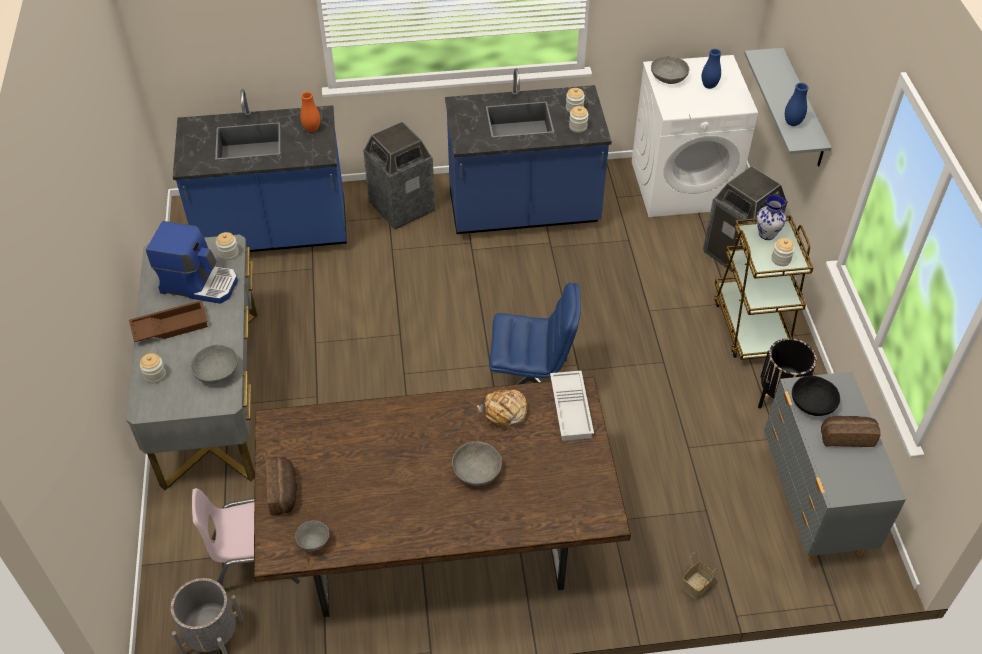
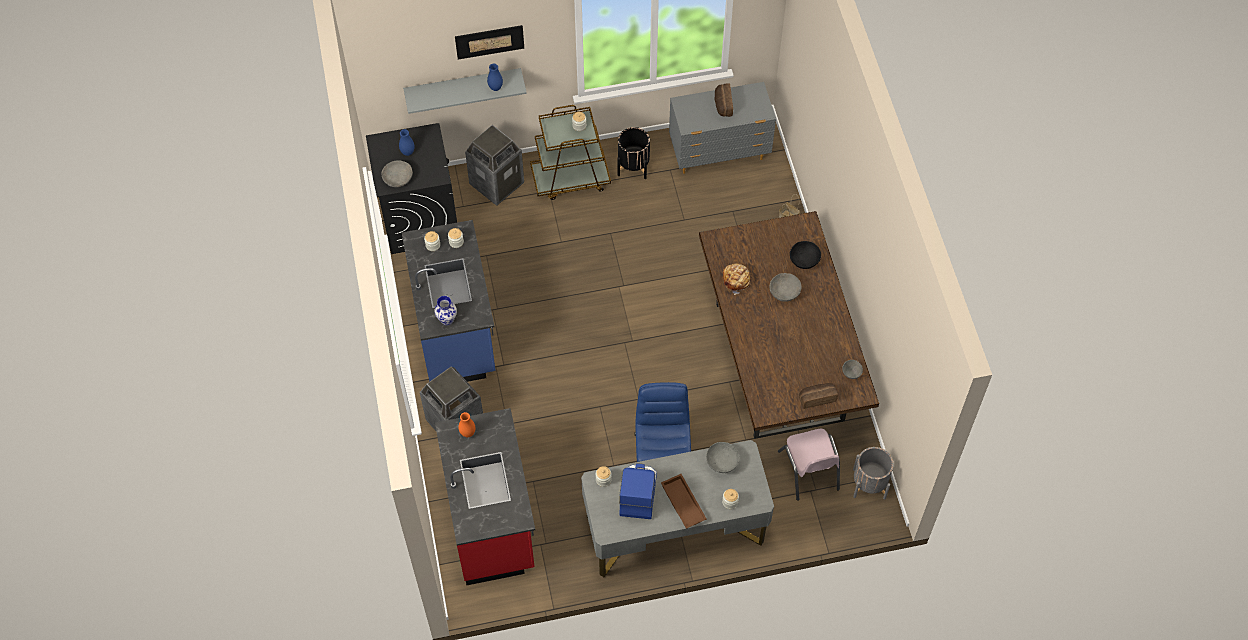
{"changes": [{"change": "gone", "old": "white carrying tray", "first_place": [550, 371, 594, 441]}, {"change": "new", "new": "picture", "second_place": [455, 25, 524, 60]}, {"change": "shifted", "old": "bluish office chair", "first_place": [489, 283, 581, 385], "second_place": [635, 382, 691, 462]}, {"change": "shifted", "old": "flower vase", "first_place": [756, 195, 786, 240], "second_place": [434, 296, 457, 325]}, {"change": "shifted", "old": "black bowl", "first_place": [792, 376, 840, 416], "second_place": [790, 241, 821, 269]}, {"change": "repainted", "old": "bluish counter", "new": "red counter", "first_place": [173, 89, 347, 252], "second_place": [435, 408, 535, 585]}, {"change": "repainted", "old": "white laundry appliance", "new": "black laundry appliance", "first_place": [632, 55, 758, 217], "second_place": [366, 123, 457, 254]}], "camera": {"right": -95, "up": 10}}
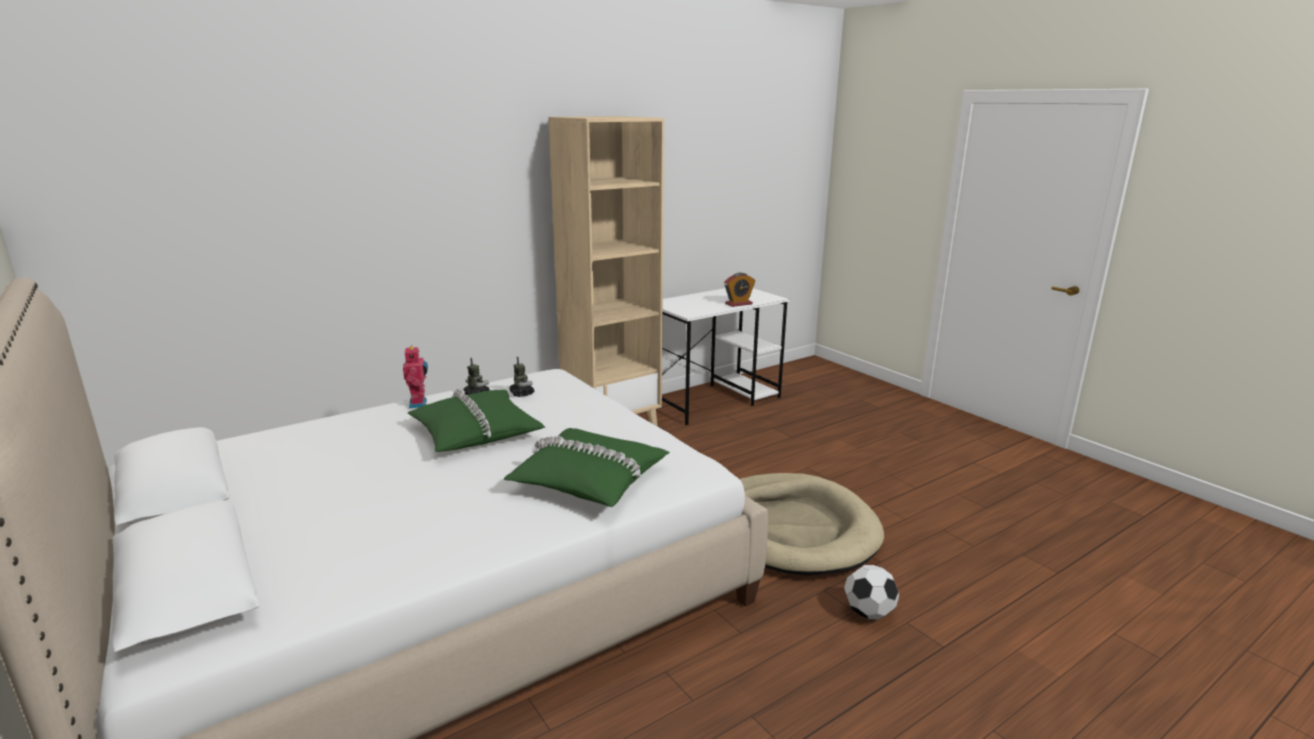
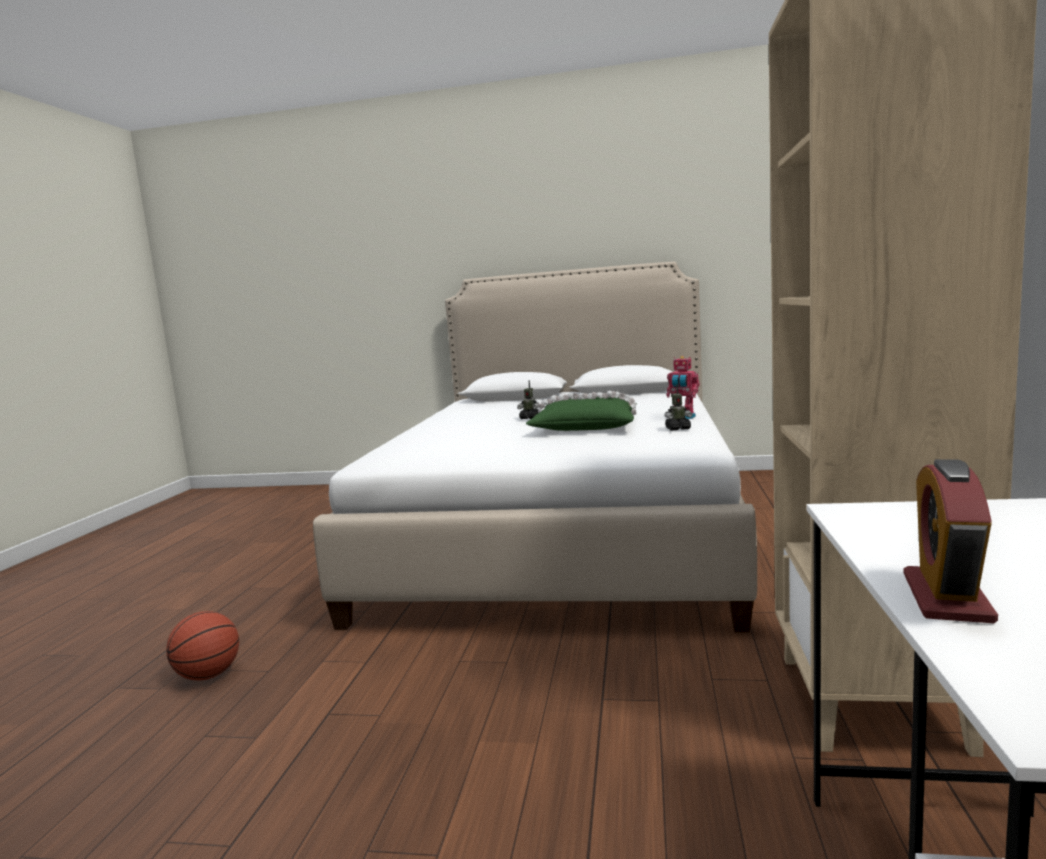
{"changes": [{"change": "gone", "old": "greenish throw pillow", "first_place": [504, 428, 670, 507]}, {"change": "gone", "old": "beige dog bed", "first_place": [740, 473, 884, 576]}, {"change": "shifted", "old": "toy robot", "first_place": [509, 357, 534, 397], "second_place": [517, 380, 540, 419]}, {"change": "swapped", "old": "football ball", "new": "ball for basketball", "first_place": [844, 565, 899, 619], "second_place": [166, 611, 239, 681]}], "camera": {"right": 135, "up": -10}}
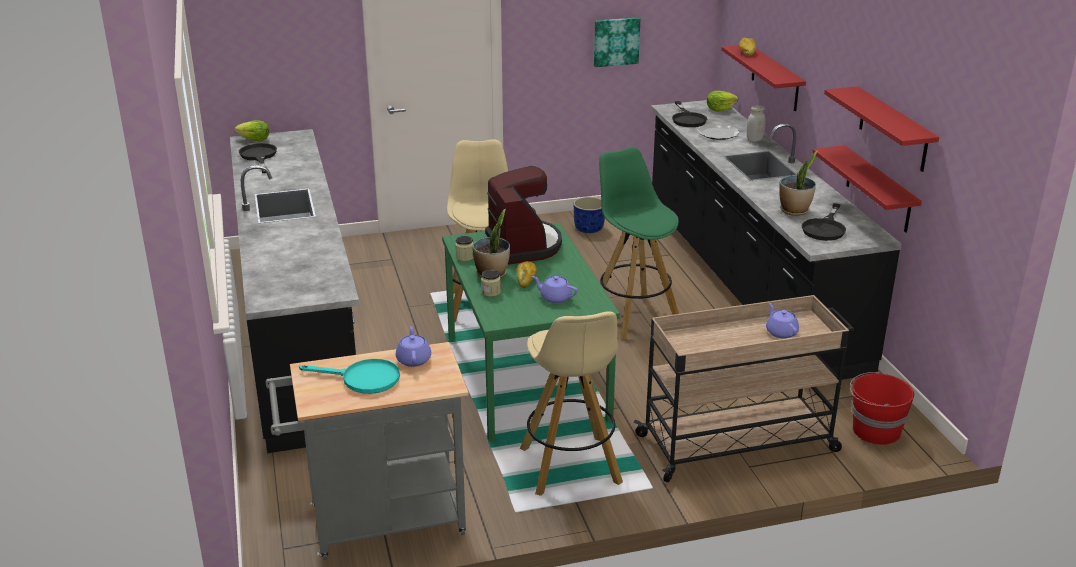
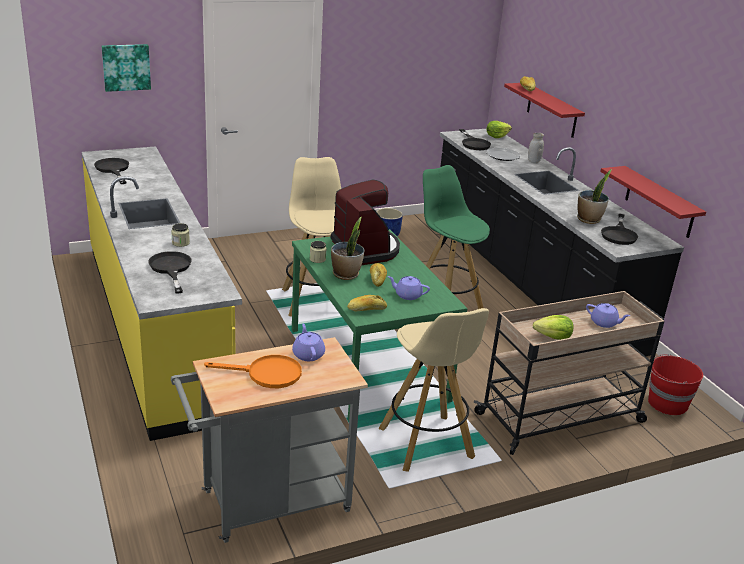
{"changes": [{"change": "gone", "old": "red shelf", "first_place": [824, 86, 939, 172]}, {"change": "new", "new": "black skillet", "second_place": [148, 251, 191, 293]}, {"change": "new", "new": "bakery bread", "second_place": [347, 295, 387, 311]}, {"change": "shifted", "old": "lettuce", "first_place": [234, 121, 269, 142], "second_place": [533, 315, 574, 340]}, {"change": "shifted", "old": "storage jar", "first_place": [481, 270, 501, 297], "second_place": [171, 223, 190, 247]}, {"change": "shifted", "old": "picture", "first_place": [594, 17, 640, 67], "second_place": [101, 44, 151, 92]}, {"change": "repainted", "old": "black counter", "new": "yellowish counter", "first_place": [230, 129, 359, 453], "second_place": [82, 146, 242, 441]}, {"change": "repainted", "old": "turquoise skillet", "new": "orange-coloured skillet", "first_place": [299, 359, 400, 394], "second_place": [204, 355, 302, 388]}, {"change": "rotated", "old": "purplish tea pot", "first_place": [766, 303, 799, 339], "second_place": [586, 303, 630, 328], "degrees": 150}], "camera": {"right": -10, "up": 0}}
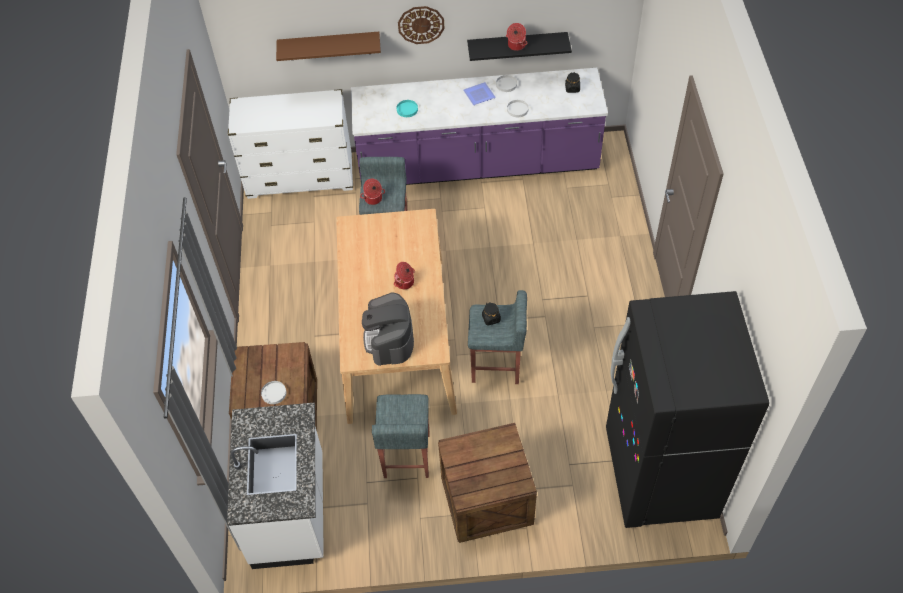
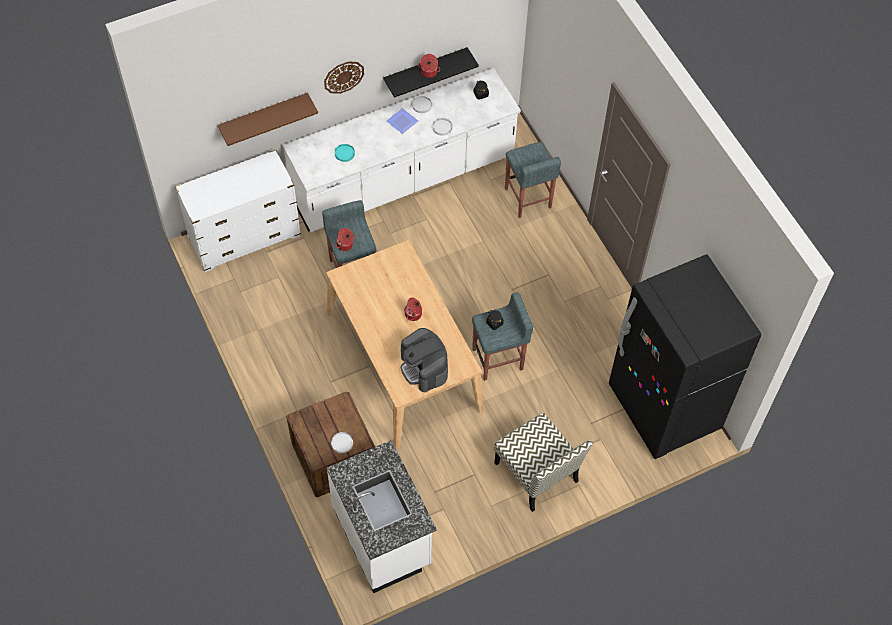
{"changes": [{"change": "shifted", "old": "greyish sitting stool", "first_place": [372, 394, 430, 478], "second_place": [505, 142, 561, 218]}, {"change": "swapped", "old": "shipping crate", "new": "upright chair", "first_place": [438, 423, 537, 543], "second_place": [494, 413, 593, 512]}, {"change": "repainted", "old": "purplish counter", "new": "white counter", "first_place": [351, 68, 608, 185], "second_place": [282, 68, 521, 232]}], "camera": {"right": -25, "up": 5}}
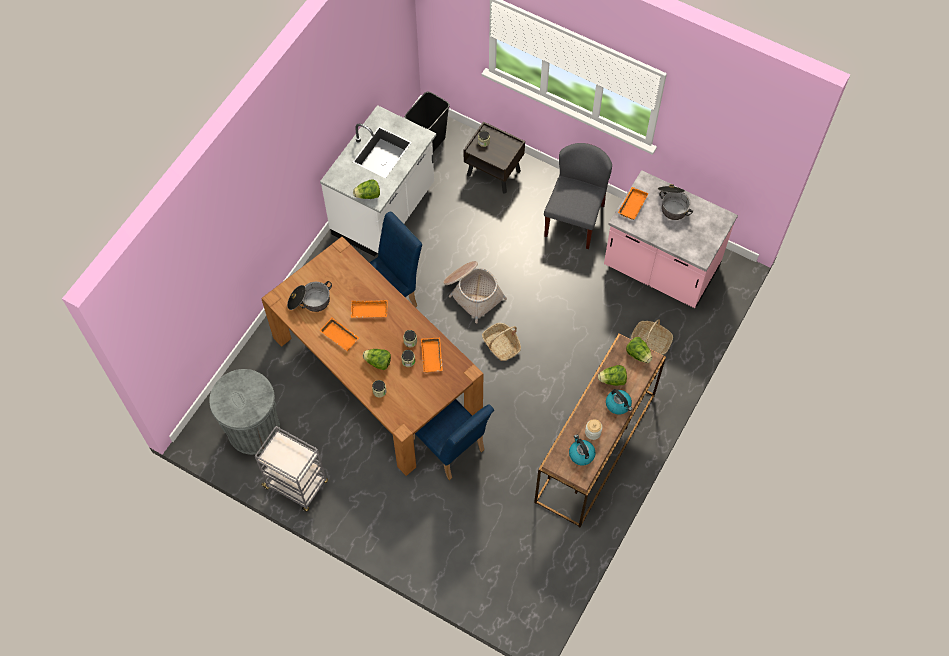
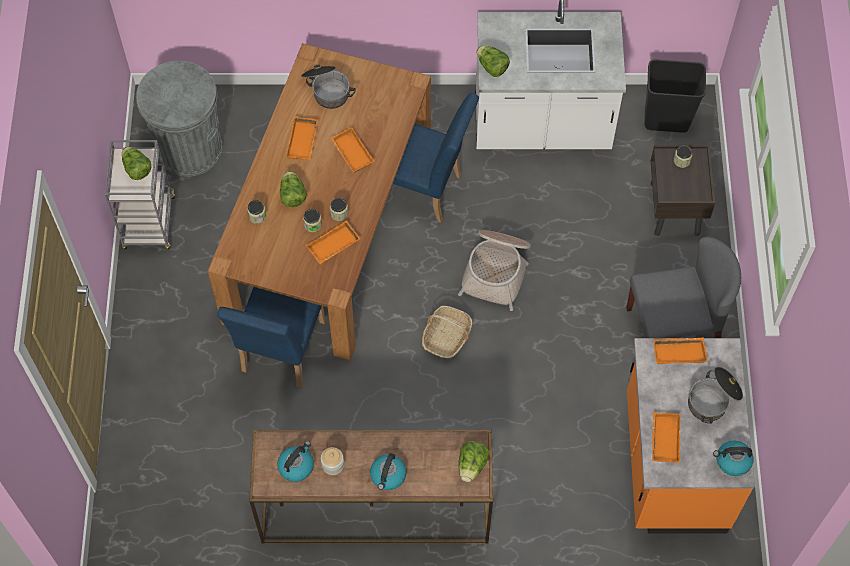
{"changes": [{"change": "gone", "old": "storage basket", "first_place": [631, 319, 673, 355]}, {"change": "new", "new": "orange-coloured carrying tray", "second_place": [652, 412, 681, 463]}, {"change": "new", "new": "water kettle", "second_place": [713, 441, 754, 476]}, {"change": "shifted", "old": "lettuce", "first_place": [598, 365, 627, 386], "second_place": [122, 147, 151, 180]}, {"change": "repainted", "old": "pink-coloured counter", "new": "orange-coloured counter", "first_place": [604, 170, 738, 308], "second_place": [627, 338, 755, 534]}], "camera": {"right": 60, "up": 0}}
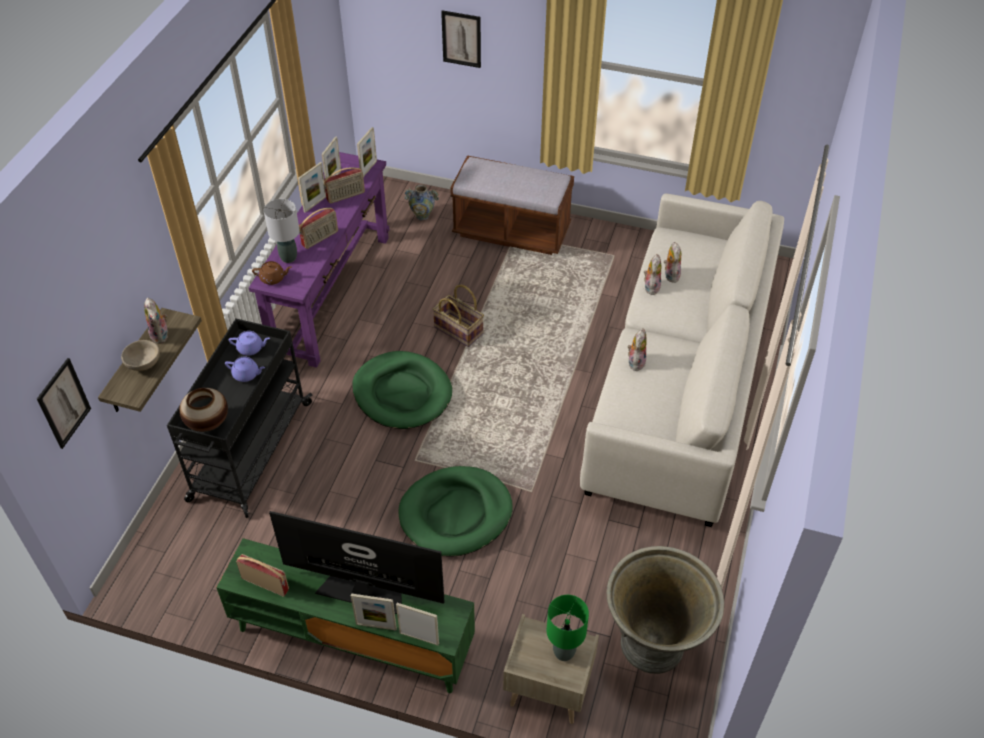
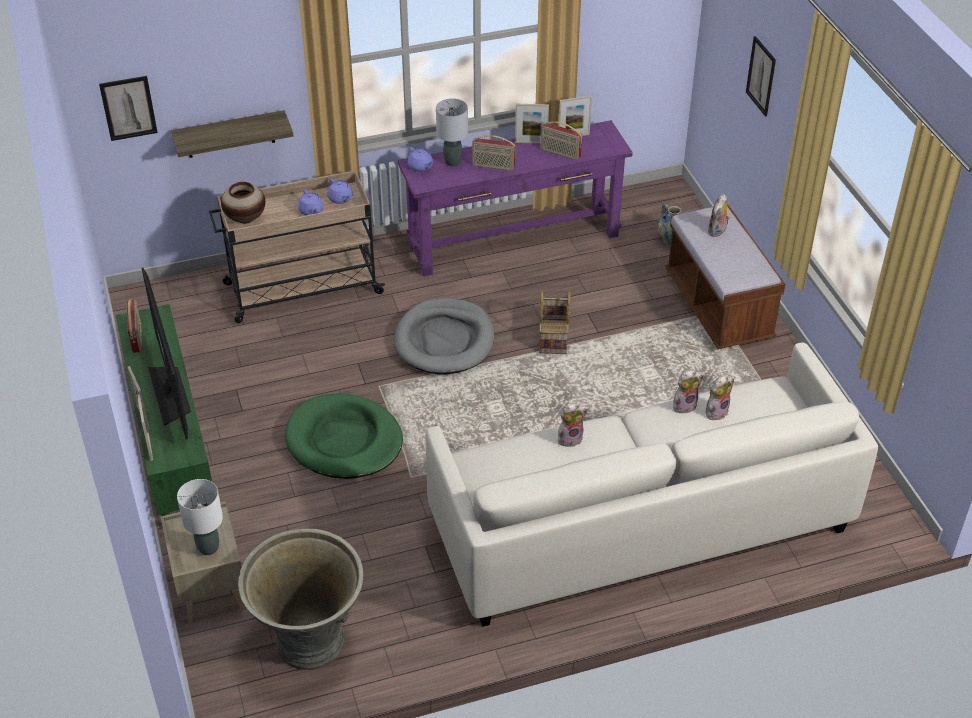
{"changes": [{"change": "gone", "old": "beige bowl", "first_place": [121, 340, 160, 371]}, {"change": "gone", "old": "photo frame", "first_place": [357, 127, 377, 177]}, {"change": "shifted", "old": "soft toy", "first_place": [144, 298, 168, 344], "second_place": [708, 194, 730, 237]}, {"change": "repainted", "old": "black cart", "new": "beige cart", "first_place": [167, 319, 313, 518], "second_place": [209, 170, 385, 323]}, {"change": "repainted", "old": "brown-coloured tea pot", "new": "purplish tea pot", "first_place": [252, 261, 291, 285], "second_place": [408, 147, 433, 171]}, {"change": "repainted", "old": "greenish dog bed", "new": "greyish dog bed", "first_place": [352, 351, 452, 429], "second_place": [395, 298, 494, 375]}, {"change": "repainted", "old": "greenish table lamp", "new": "white table lamp", "first_place": [547, 595, 589, 661], "second_place": [177, 479, 223, 555]}], "camera": {"right": 55, "up": -5}}
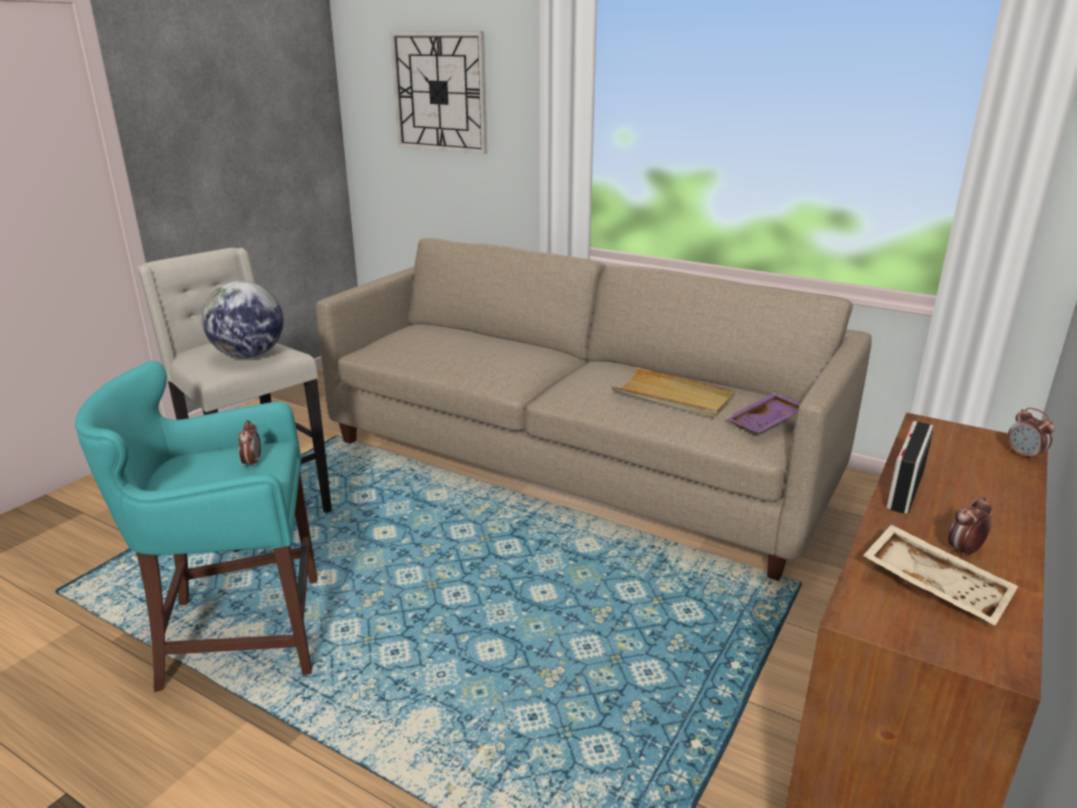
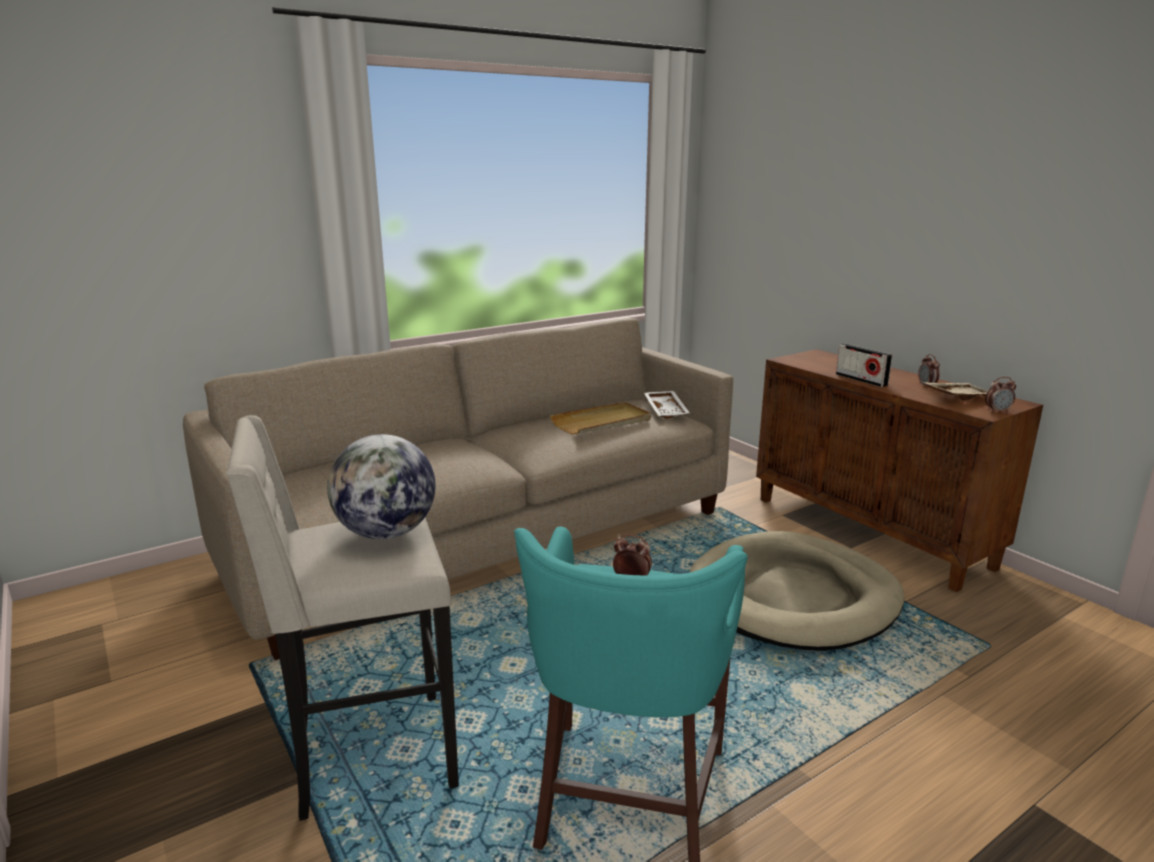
{"changes": [{"change": "gone", "old": "clock on the wall", "first_place": [390, 31, 487, 154]}, {"change": "new", "new": "beige dog bed", "second_place": [689, 531, 904, 651]}, {"change": "shifted", "old": "bedside clock", "first_place": [1008, 408, 1055, 462], "second_place": [985, 377, 1016, 413]}, {"change": "repainted", "old": "purplish carrying tray", "new": "white carrying tray", "first_place": [726, 393, 800, 433], "second_place": [644, 391, 690, 419]}], "camera": {"right": -65, "up": -5}}
